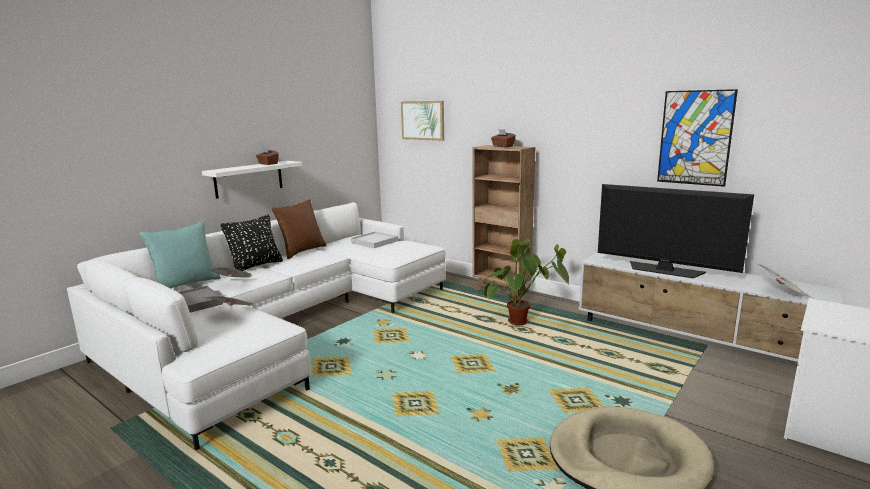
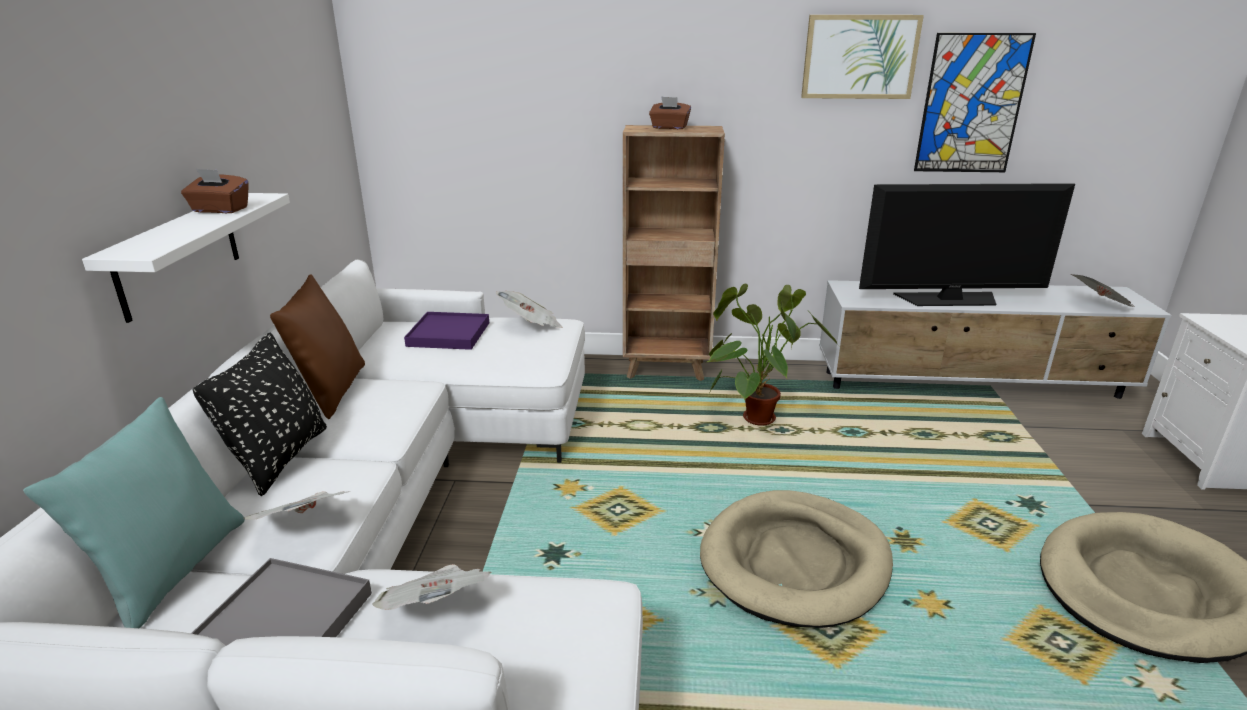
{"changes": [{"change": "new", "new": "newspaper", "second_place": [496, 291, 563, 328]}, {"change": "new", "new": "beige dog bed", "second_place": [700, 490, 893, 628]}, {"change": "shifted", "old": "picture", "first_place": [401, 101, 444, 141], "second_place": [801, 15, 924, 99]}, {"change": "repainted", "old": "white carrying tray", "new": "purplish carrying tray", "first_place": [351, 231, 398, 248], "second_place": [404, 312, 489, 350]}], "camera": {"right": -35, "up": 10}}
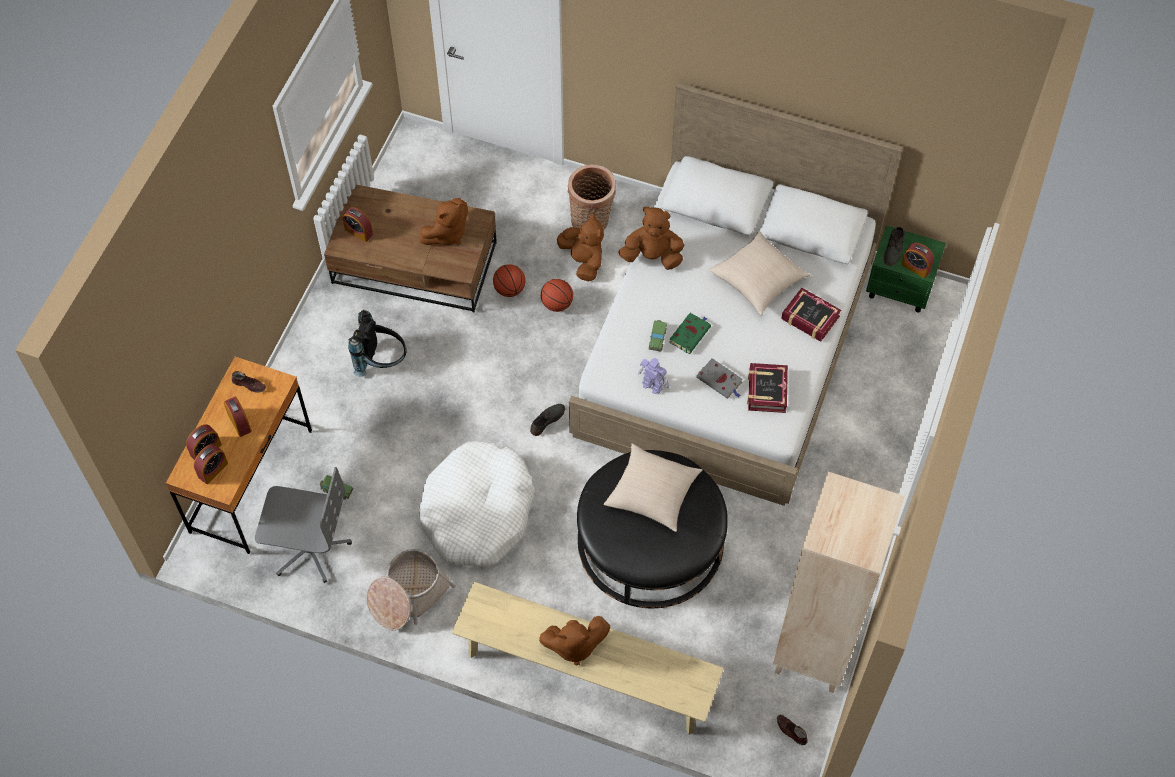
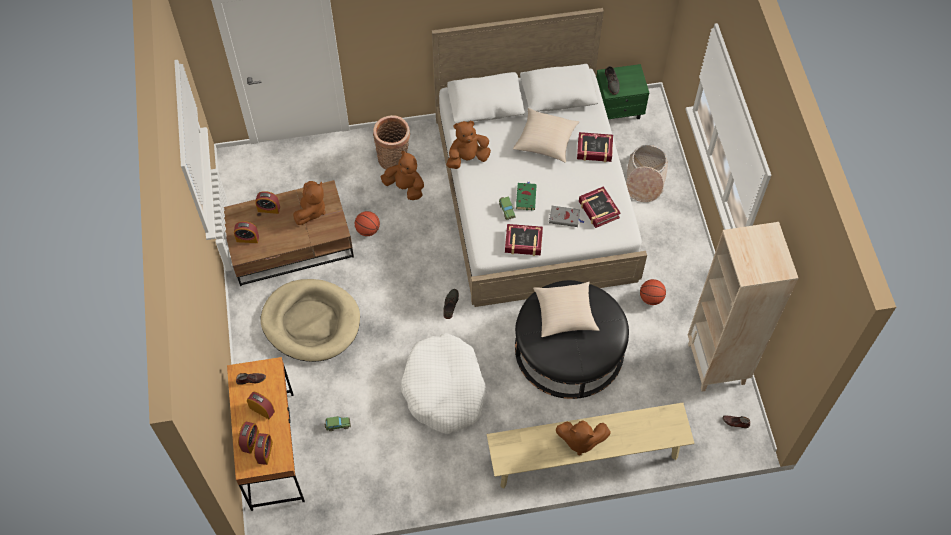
{"changes": [{"change": "gone", "old": "greyish office chair", "first_place": [255, 467, 352, 583]}, {"change": "shifted", "old": "storage basket", "first_place": [366, 549, 456, 631], "second_place": [626, 145, 668, 202]}, {"change": "shifted", "old": "ball for basketball", "first_place": [541, 279, 573, 312], "second_place": [640, 279, 666, 305]}, {"change": "shifted", "old": "bedside clock", "first_place": [901, 243, 934, 278], "second_place": [255, 191, 280, 214]}, {"change": "swapped", "old": "black rucksack", "new": "beige dog bed", "first_place": [348, 310, 407, 377], "second_place": [260, 279, 360, 362]}, {"change": "swapped", "old": "toy robot", "new": "bound book", "first_place": [638, 358, 669, 394], "second_place": [505, 224, 543, 256]}, {"change": "rotated", "old": "brown-coloured soft toy", "first_place": [539, 616, 610, 665], "second_place": [556, 420, 611, 455], "degrees": 45}], "camera": {"right": -30, "up": 0}}
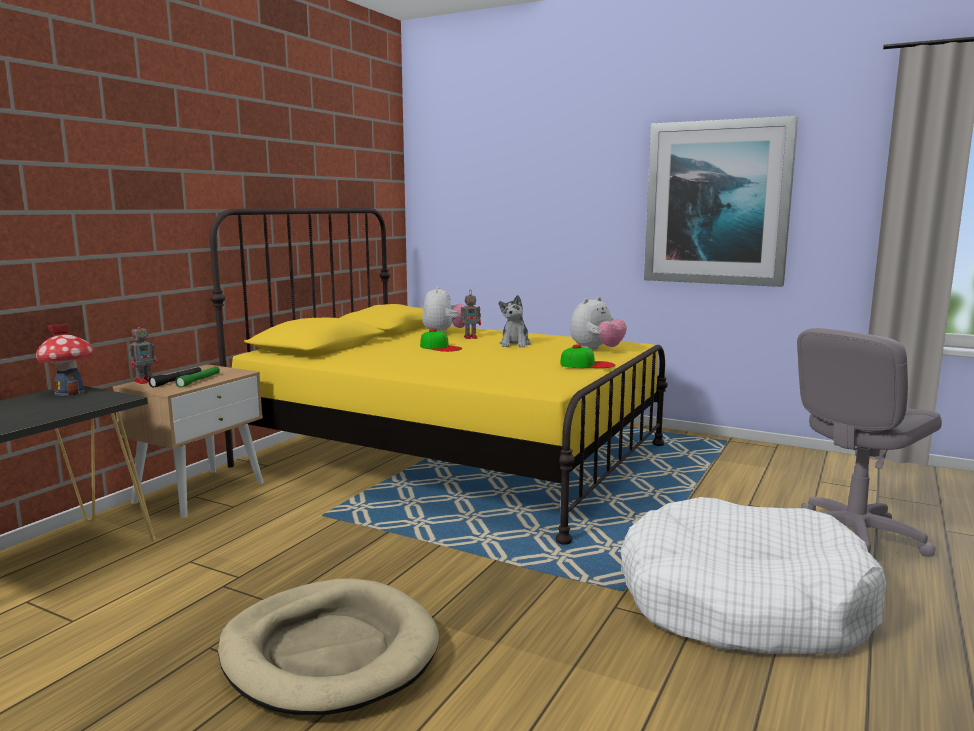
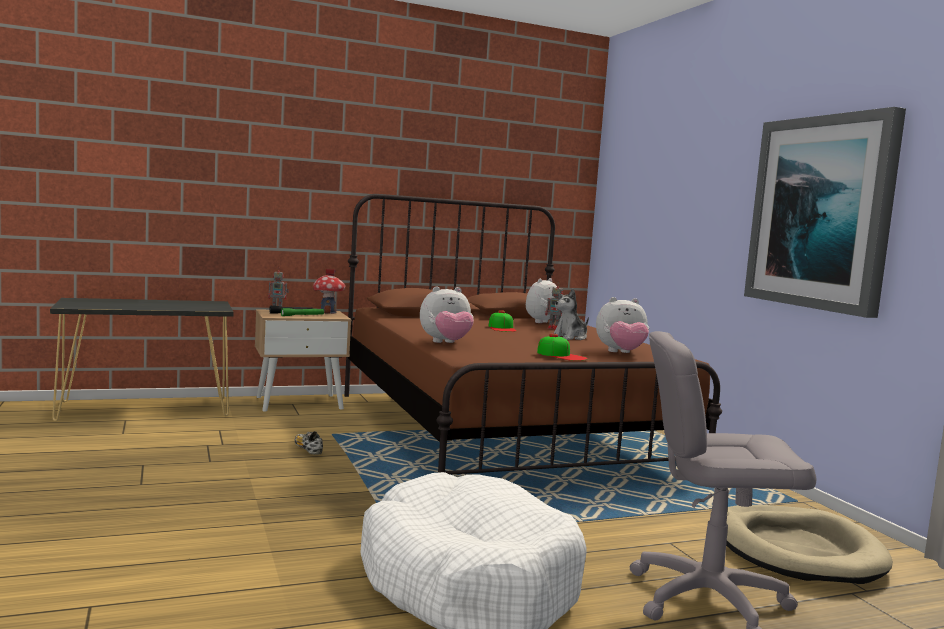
{"changes": [{"change": "new", "new": "low shoe", "second_place": [295, 431, 323, 455]}, {"change": "new", "new": "soft toy", "second_place": [420, 286, 474, 343]}, {"change": "shifted", "old": "toy house", "first_place": [36, 323, 93, 396], "second_place": [313, 269, 345, 314]}, {"change": "shifted", "old": "beige dog bed", "first_place": [218, 578, 439, 715], "second_place": [726, 505, 893, 584]}, {"change": "repainted", "old": "yellowish sleeping bed", "new": "brown-coloured sleeping bed", "first_place": [210, 208, 668, 544], "second_place": [344, 194, 722, 475]}], "camera": {"right": 40, "up": -5}}
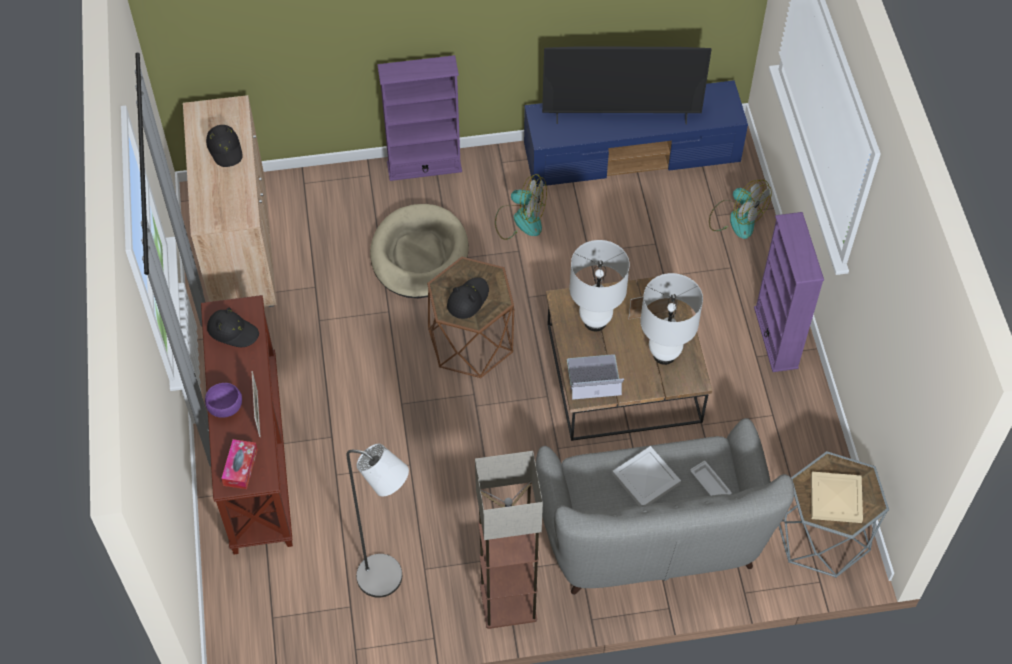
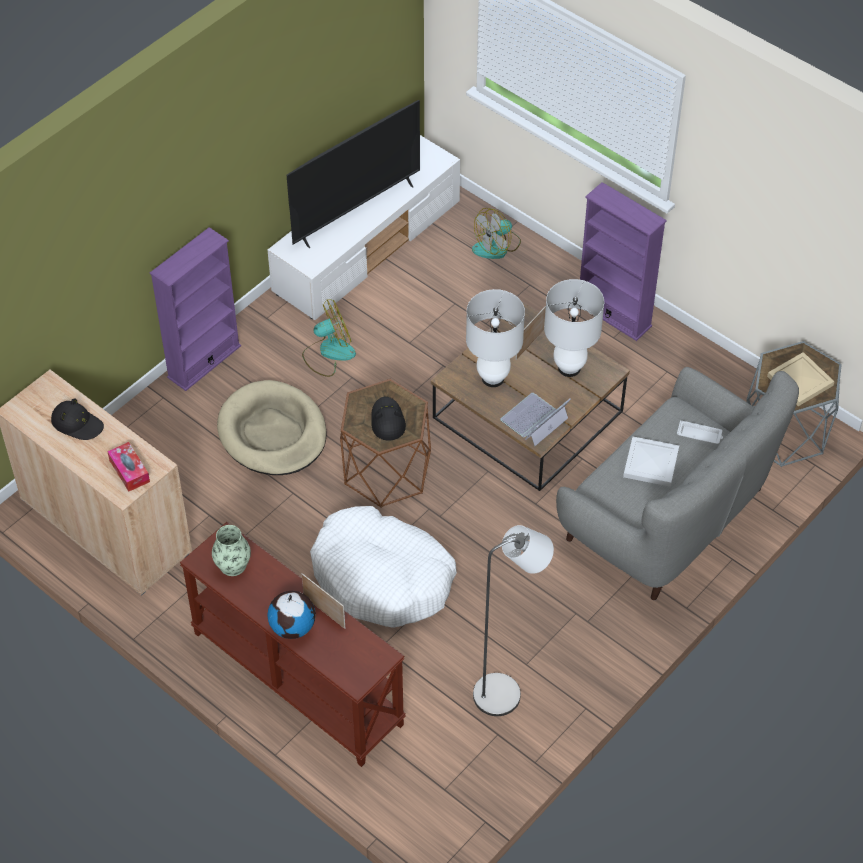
{"changes": [{"change": "gone", "old": "standing lamp", "first_place": [475, 451, 543, 629]}, {"change": "new", "new": "white dog bed", "second_place": [310, 506, 457, 628]}, {"change": "shifted", "old": "tissue holder", "first_place": [221, 439, 258, 489], "second_place": [107, 442, 150, 492]}, {"change": "swapped", "old": "purplish bowl", "new": "globe", "first_place": [205, 383, 242, 418], "second_place": [267, 591, 316, 639]}, {"change": "swapped", "old": "black hat", "new": "flower vase", "first_place": [207, 308, 259, 347], "second_place": [212, 525, 251, 576]}, {"change": "repainted", "old": "bluish tv unit", "new": "white tv unit", "first_place": [524, 80, 748, 187], "second_place": [268, 135, 460, 320]}, {"change": "rotated", "old": "cooling fan", "first_place": [709, 180, 772, 239], "second_place": [472, 208, 521, 259], "degrees": 135}], "camera": {"right": -40, "up": -5}}
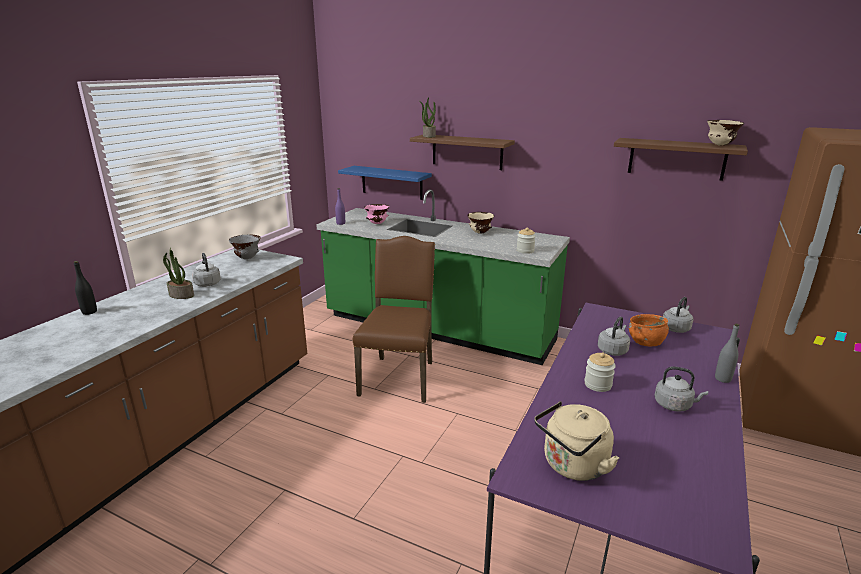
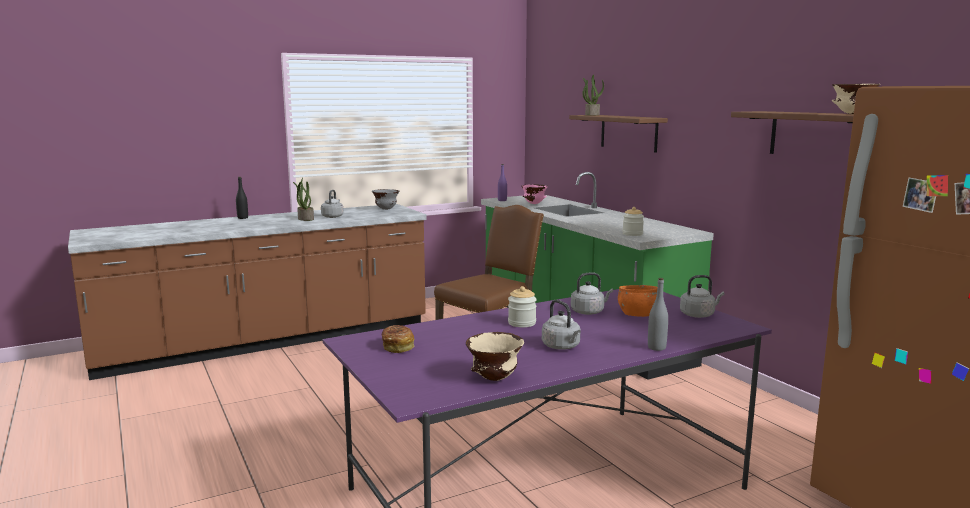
{"changes": [{"change": "gone", "old": "bluish shelf", "first_place": [338, 166, 432, 200]}, {"change": "shifted", "old": "beige bowl", "first_place": [467, 212, 494, 234], "second_place": [466, 332, 524, 381]}, {"change": "swapped", "old": "beige water kettle", "new": "bakery bread", "first_place": [534, 401, 619, 481], "second_place": [382, 325, 414, 353]}], "camera": {"right": 35, "up": -10}}
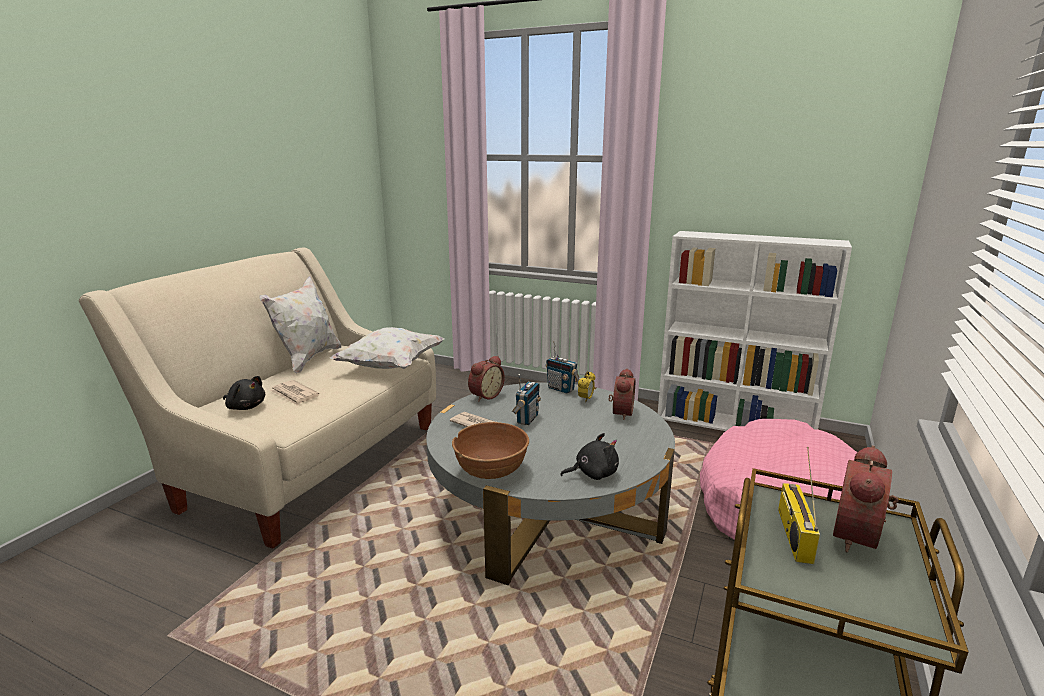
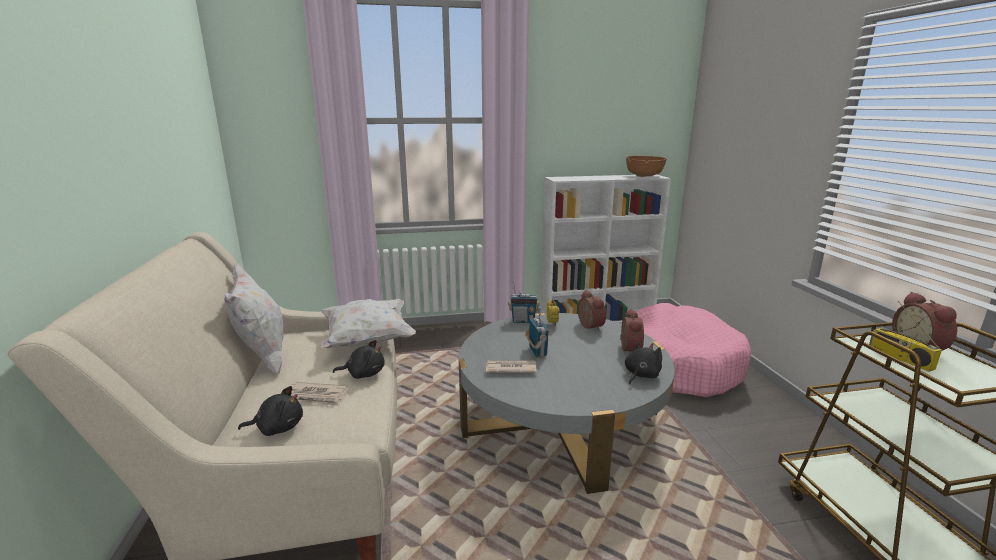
{"changes": [{"change": "new", "new": "black soft toy", "second_place": [333, 340, 385, 379]}, {"change": "shifted", "old": "brown-coloured bowl", "first_place": [452, 422, 529, 479], "second_place": [626, 156, 667, 177]}, {"change": "shifted", "old": "bedside clock", "first_place": [468, 356, 505, 402], "second_place": [620, 309, 644, 351]}], "camera": {"right": -35, "up": 0}}
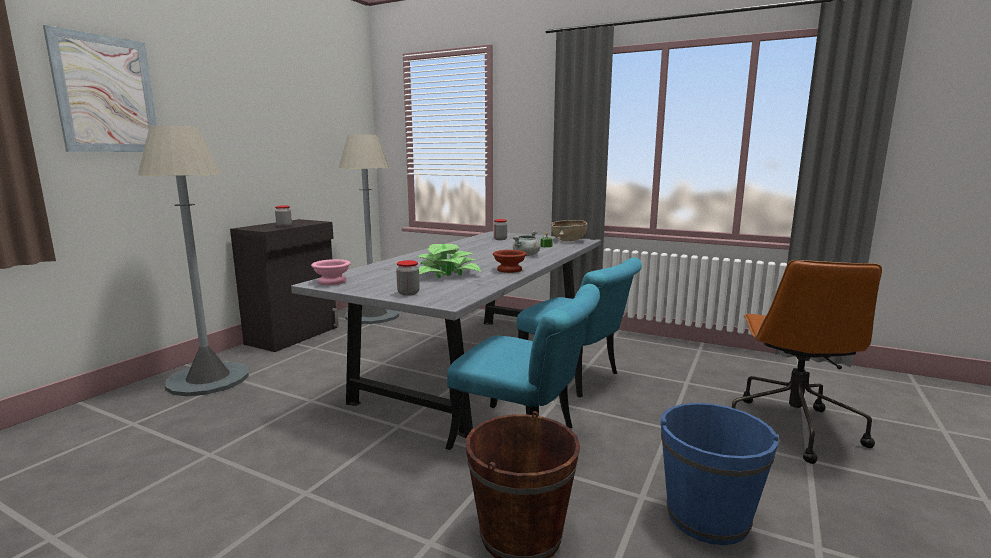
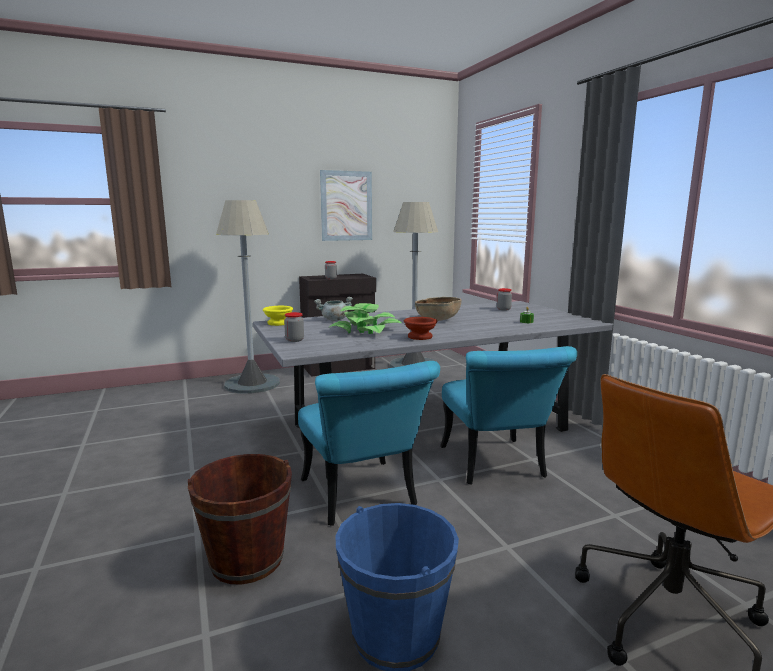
{"changes": [{"change": "shifted", "old": "picture", "first_place": [43, 25, 157, 152], "second_place": [320, 170, 372, 241]}, {"change": "shifted", "old": "greyish stockpot", "first_place": [513, 230, 540, 256], "second_place": [314, 297, 353, 321]}, {"change": "shifted", "old": "brown-coloured bowl", "first_place": [551, 220, 588, 242], "second_place": [415, 297, 461, 321]}, {"change": "repainted", "old": "pink-coloured bowl", "new": "yellowish bowl", "first_place": [311, 259, 351, 285], "second_place": [263, 306, 293, 326]}], "camera": {"right": 40, "up": 0}}
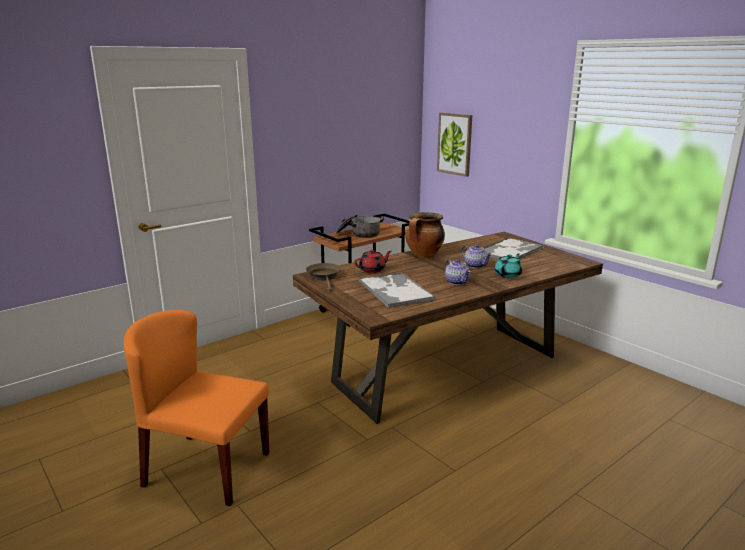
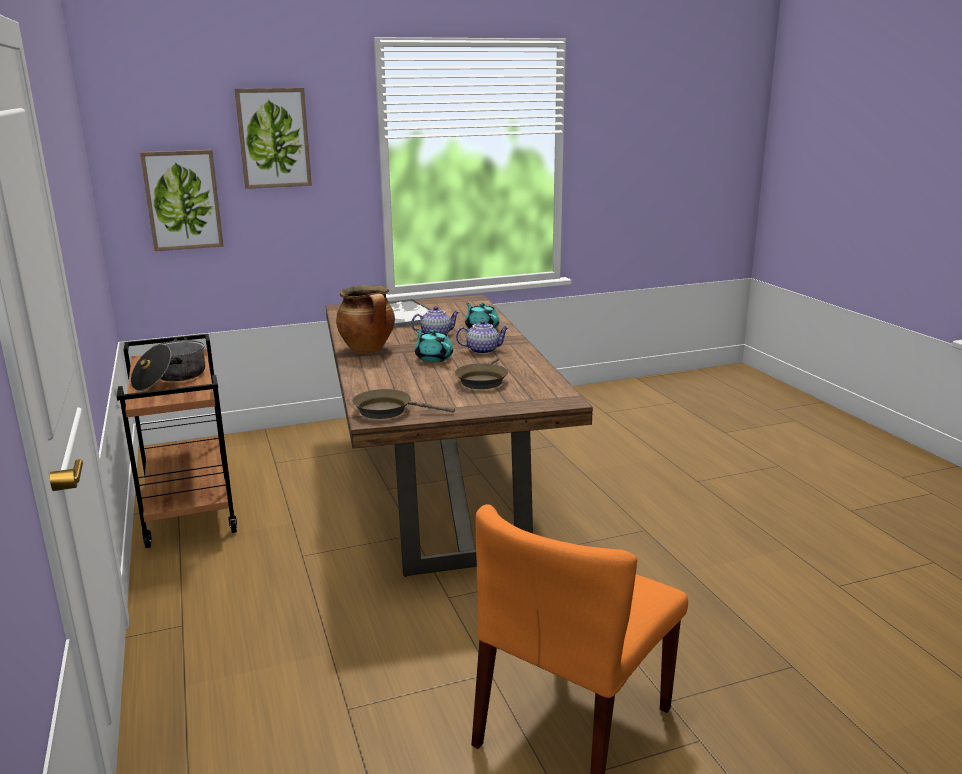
{"changes": [{"change": "gone", "old": "red tea pot", "first_place": [354, 250, 391, 273]}, {"change": "new", "new": "picture", "second_place": [235, 88, 312, 189]}, {"change": "new", "new": "turquoise tea pot", "second_place": [415, 329, 453, 362]}, {"change": "swapped", "old": "carrying tray", "new": "brown-coloured skillet", "first_place": [359, 272, 435, 308], "second_place": [455, 357, 508, 389]}], "camera": {"right": -70, "up": 0}}
